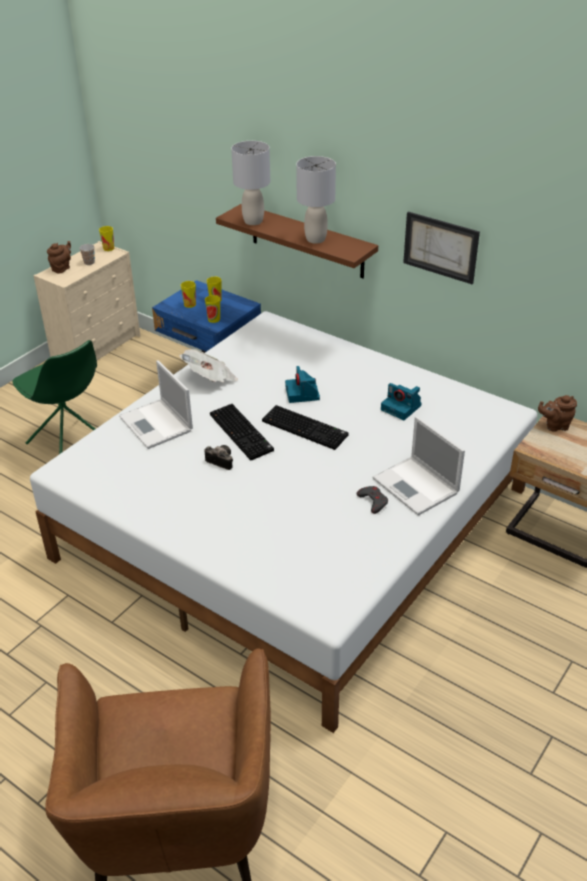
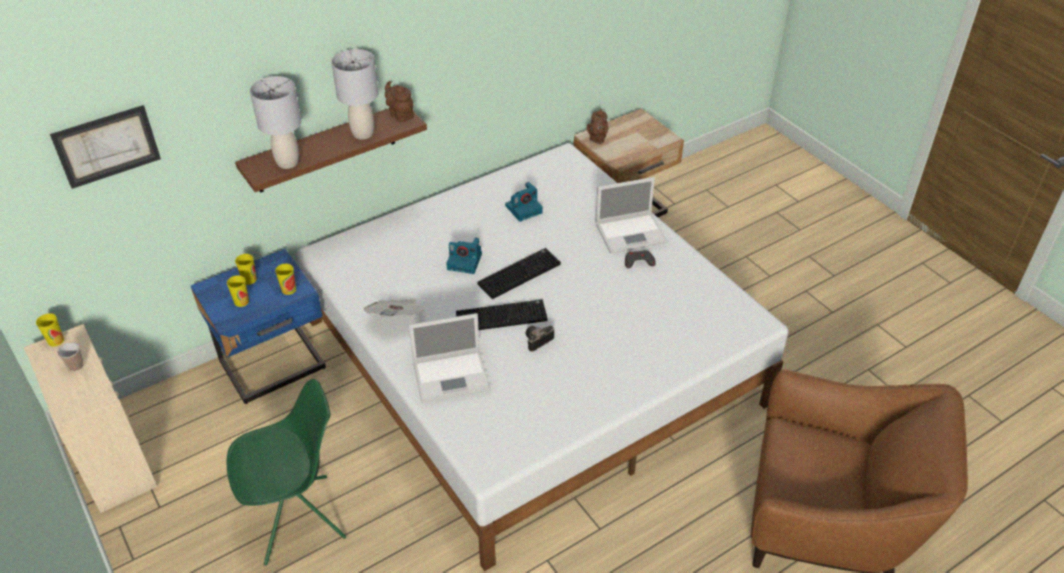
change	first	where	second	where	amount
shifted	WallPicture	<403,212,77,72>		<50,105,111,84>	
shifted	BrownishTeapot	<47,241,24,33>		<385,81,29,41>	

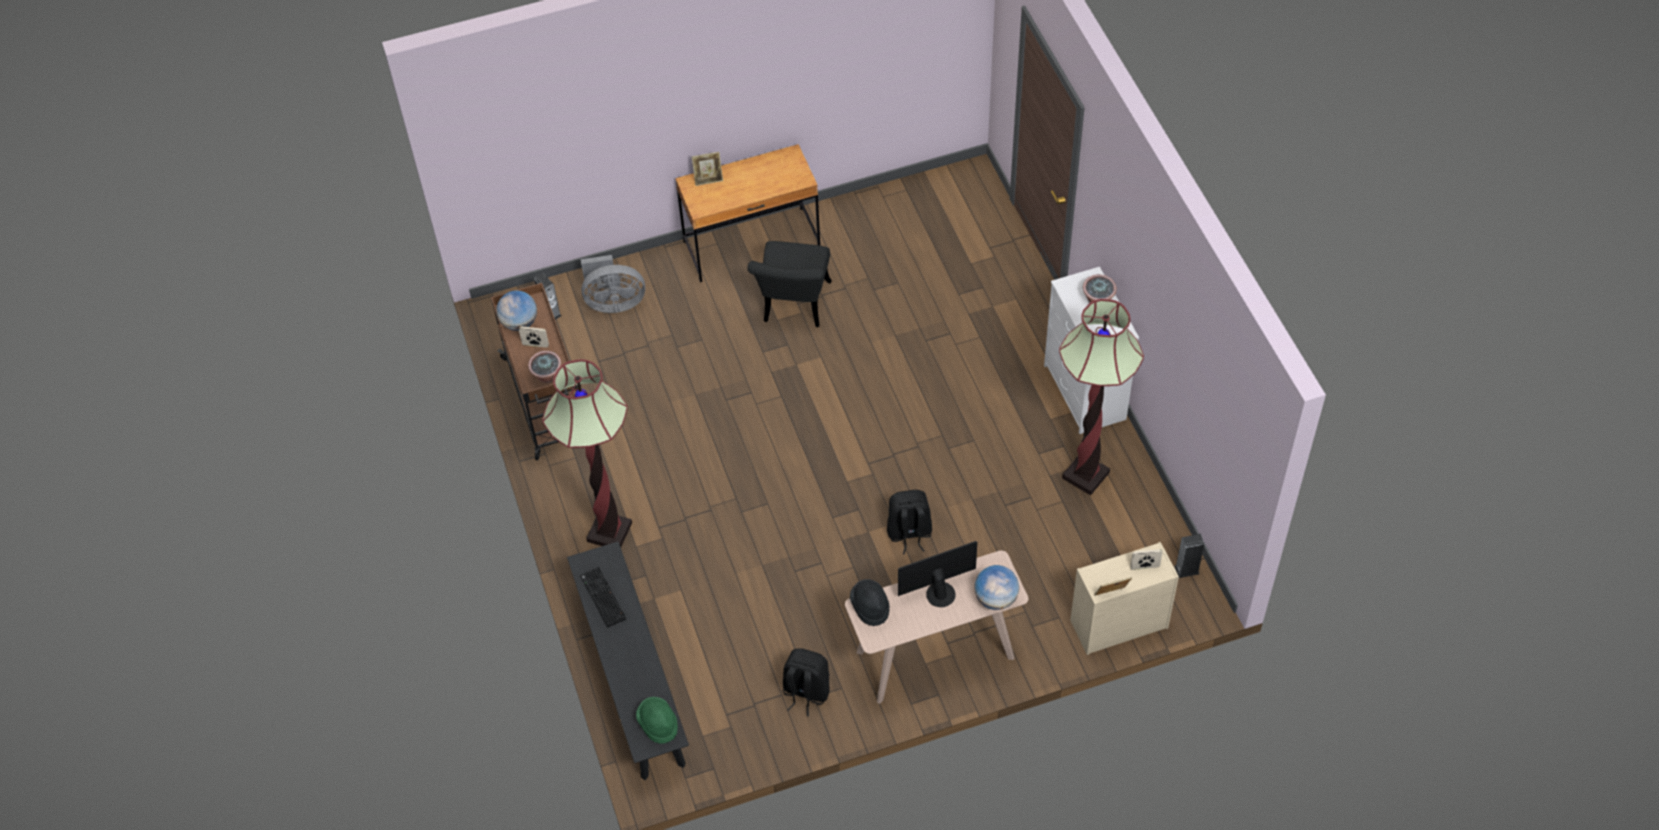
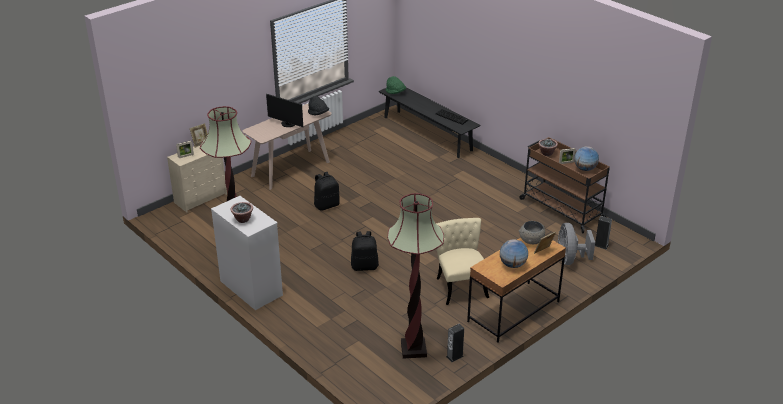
change	first	where	second	where	amount
repainted	BlackChair	<747,241,85,86>	BeigeChair	<436,218,53,87>	
rotated	GrayElectricFan	<581,255,64,58>		<558,223,37,42>	60 degrees counterclockwise
shifted	StandardLamp	<542,359,90,188>		<387,193,57,166>	
shifted	AudioSpeaker	<1174,534,30,44>		<446,324,18,38>	
rotated	Monitor	<898,541,79,66>		<266,94,37,33>	75 degrees clockwise
shifted	Globe	<974,565,45,45>		<500,239,28,29>	
shifted	BlackRucksack	<783,648,47,69>		<351,231,28,40>	
new			GrayDeepDish	<519,221,26,23>	

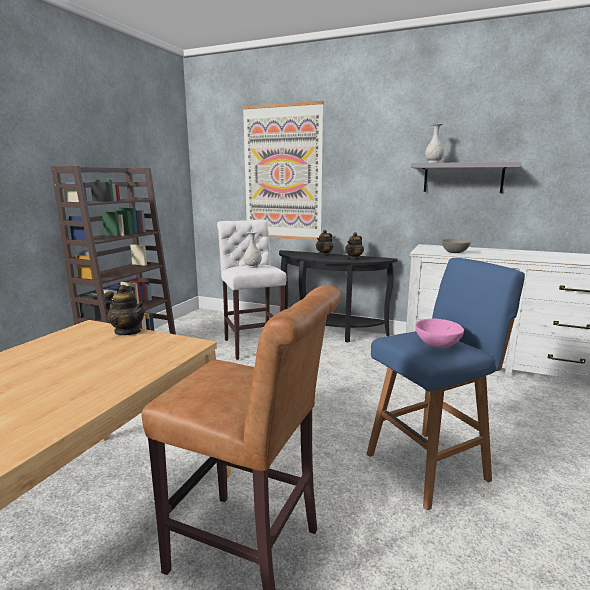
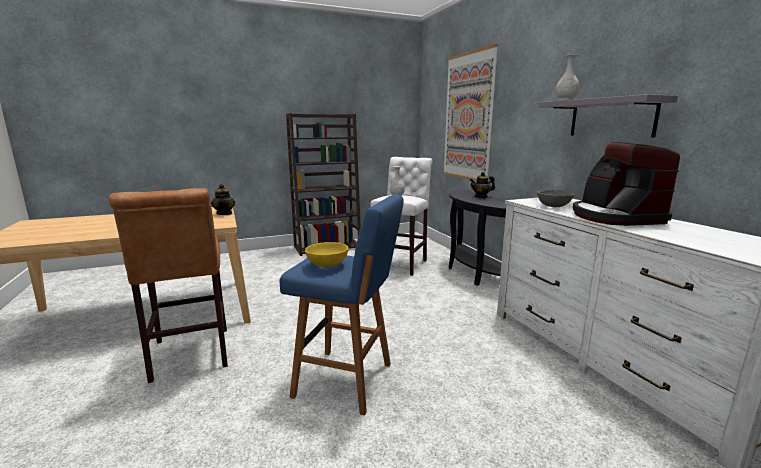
change	first	where	second	where	amount
gone	Teapot	<345,232,19,28>			
repainted	PinkishDeepDish	<415,318,49,30>	YellowDeepDish	<305,242,44,25>	
new			CoffeeMaker	<573,142,107,84>	

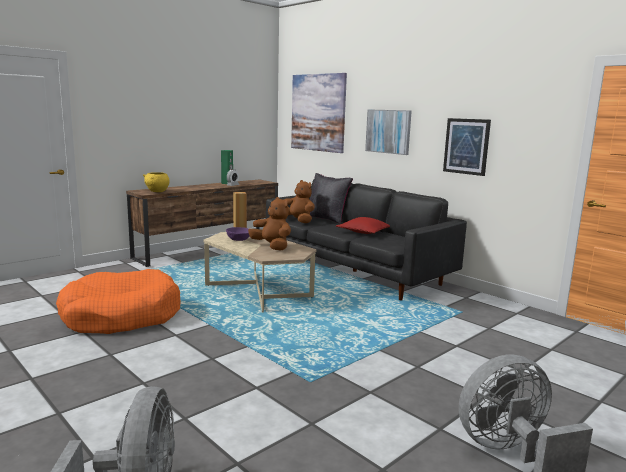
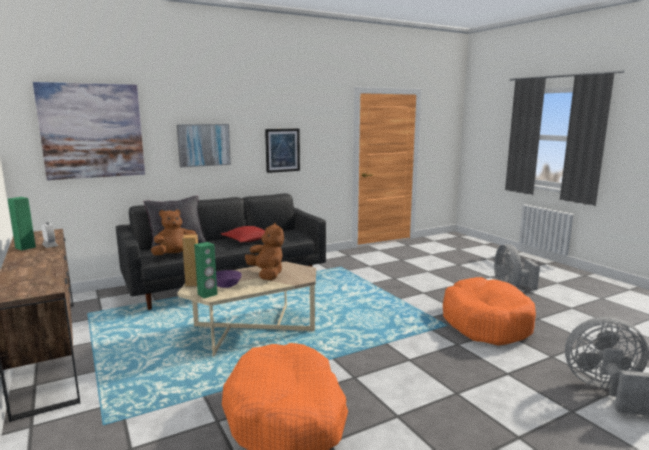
change	first	where	second	where	amount
gone	YellowDeepDish	<143,172,27,20>			
rotated	BrownishSoftToy	<248,197,43,53>		<245,223,39,57>	90 degrees clockwise
new			GreenAudioSpeaker	<194,242,23,56>	
new			OrangeyDogCushion	<443,277,93,69>	

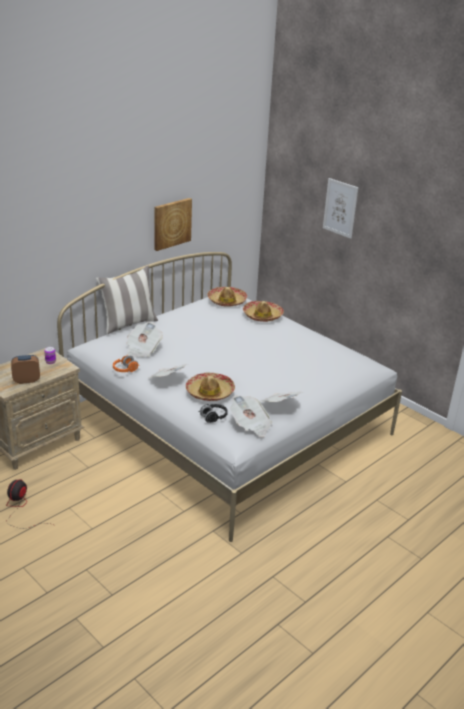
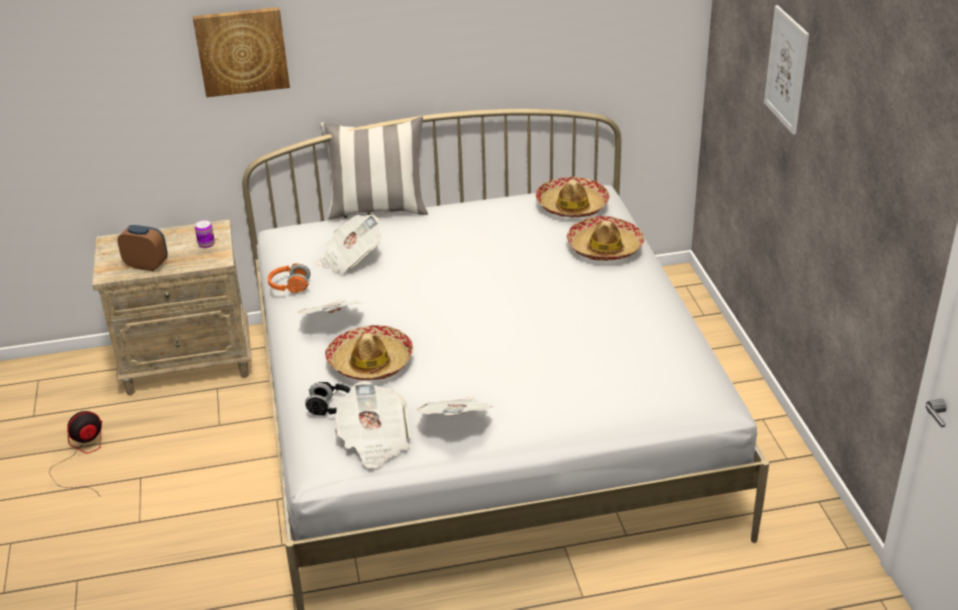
change	first	where	second	where	amount
shifted	WallPicture	<154,198,38,53>		<193,7,97,90>	

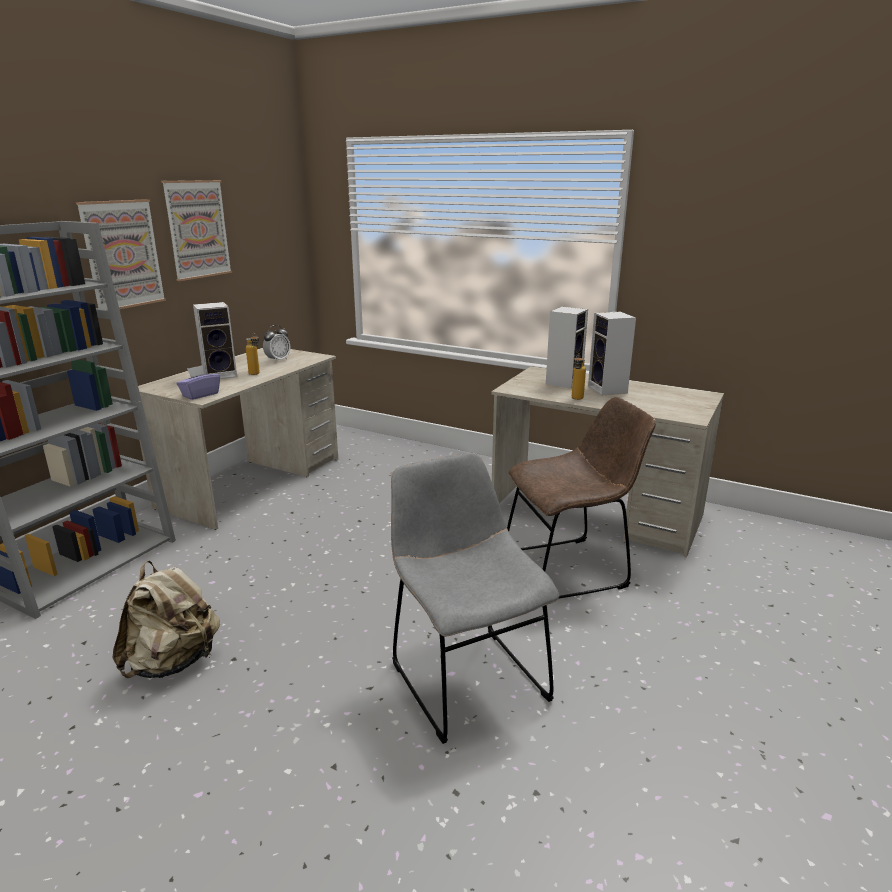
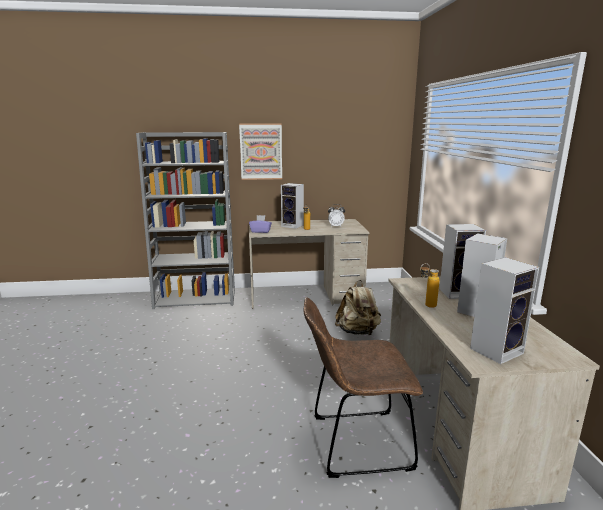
change	first	where	second	where	amount
gone	WallPicture	<161,180,71,101>			
rotated	BrownishChair	<507,397,149,201>		<304,297,119,181>	135 degrees clockwise
gone	GrayChair	<391,453,168,291>			
shifted	BeigeRucksack	<113,561,107,117>		<335,280,46,56>	
new			AudioSpeaker	<470,257,69,107>	

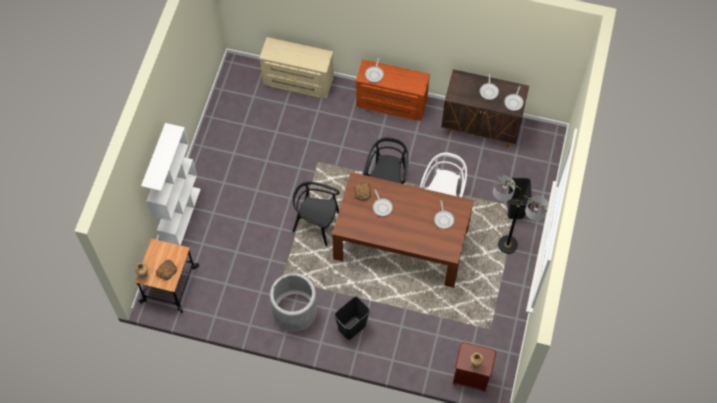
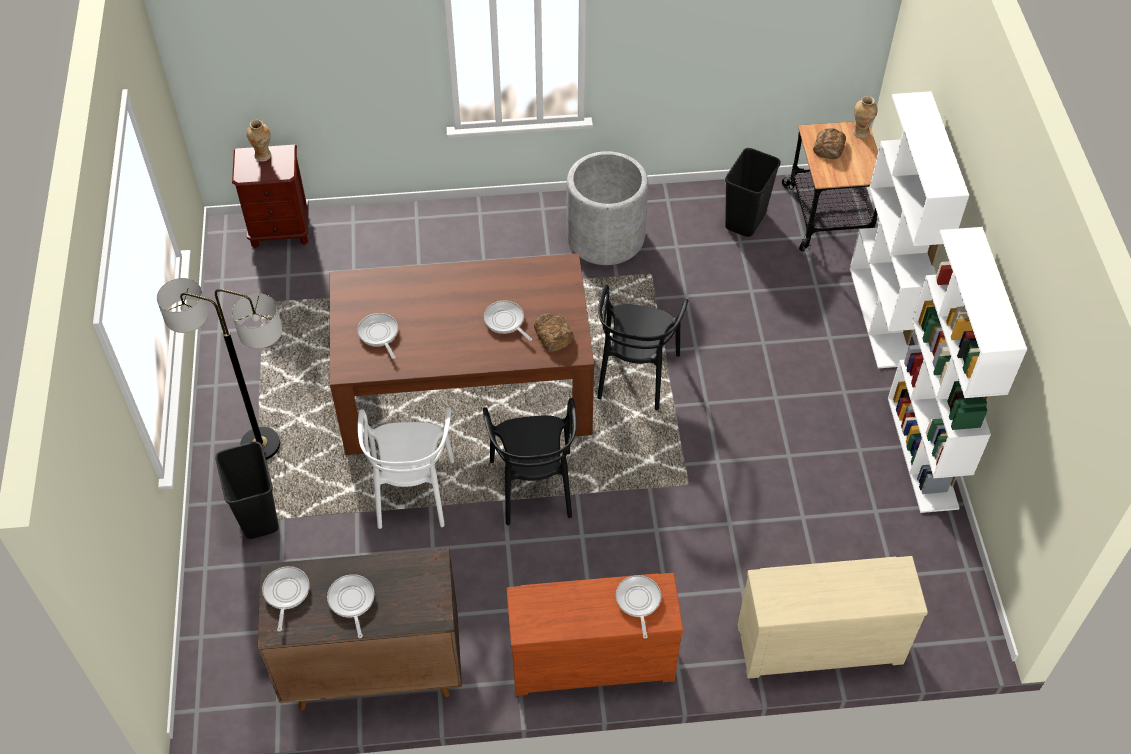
change	first	where	second	where	amount
rotated	BlackChair	<292,182,48,64>		<597,284,92,126>	105 degrees clockwise
shifted	BlackTrashCan	<334,296,36,44>		<725,148,56,89>	
new			WhiteColouredBookshelf	<888,227,139,286>	

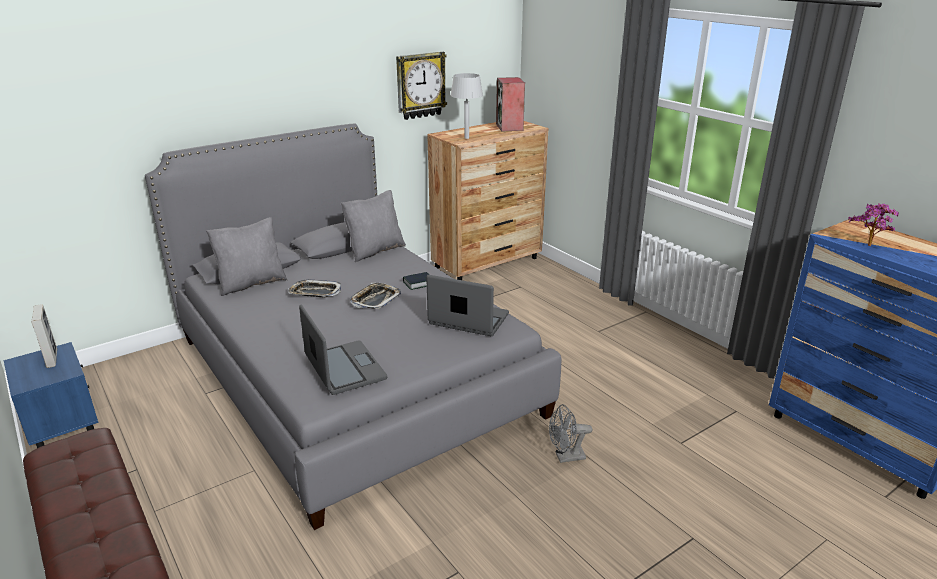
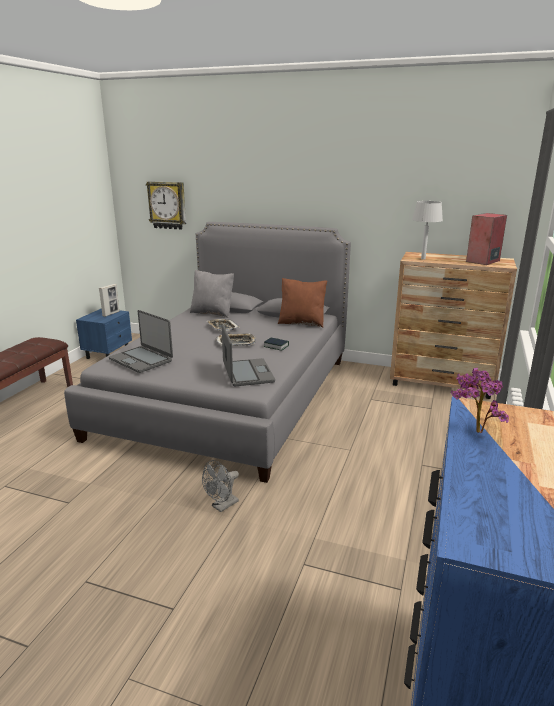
change	first	where	second	where	amount
shifted	HangingClock	<396,52,51,68>		<146,181,40,49>	
repainted	GrayThrowPillow	<341,190,65,72>	BrownishThrowPillow	<278,278,49,50>	
rotated	PortableComputer	<299,305,88,90>		<109,310,64,63>	105 degrees clockwise
rotated	GrayElectricFan	<549,404,43,59>		<202,460,37,52>	90 degrees counterclockwise

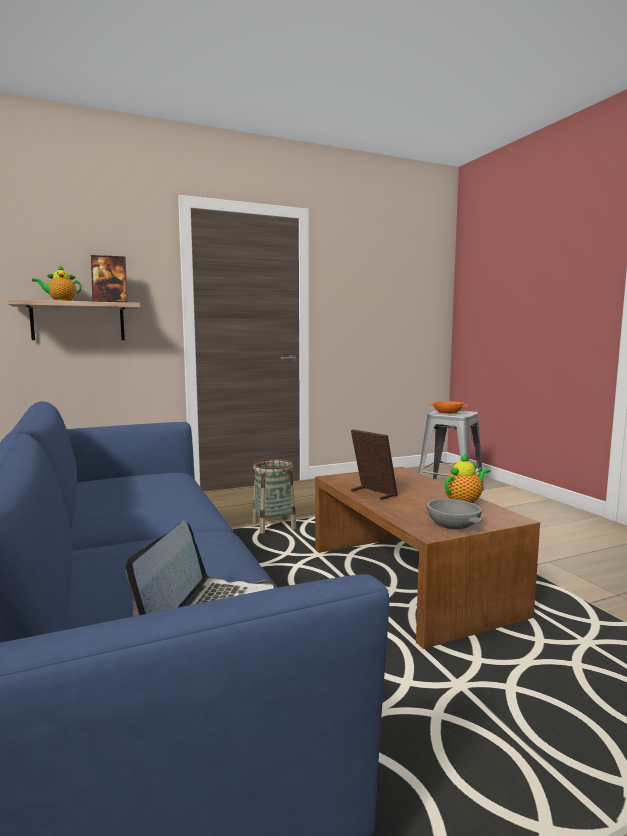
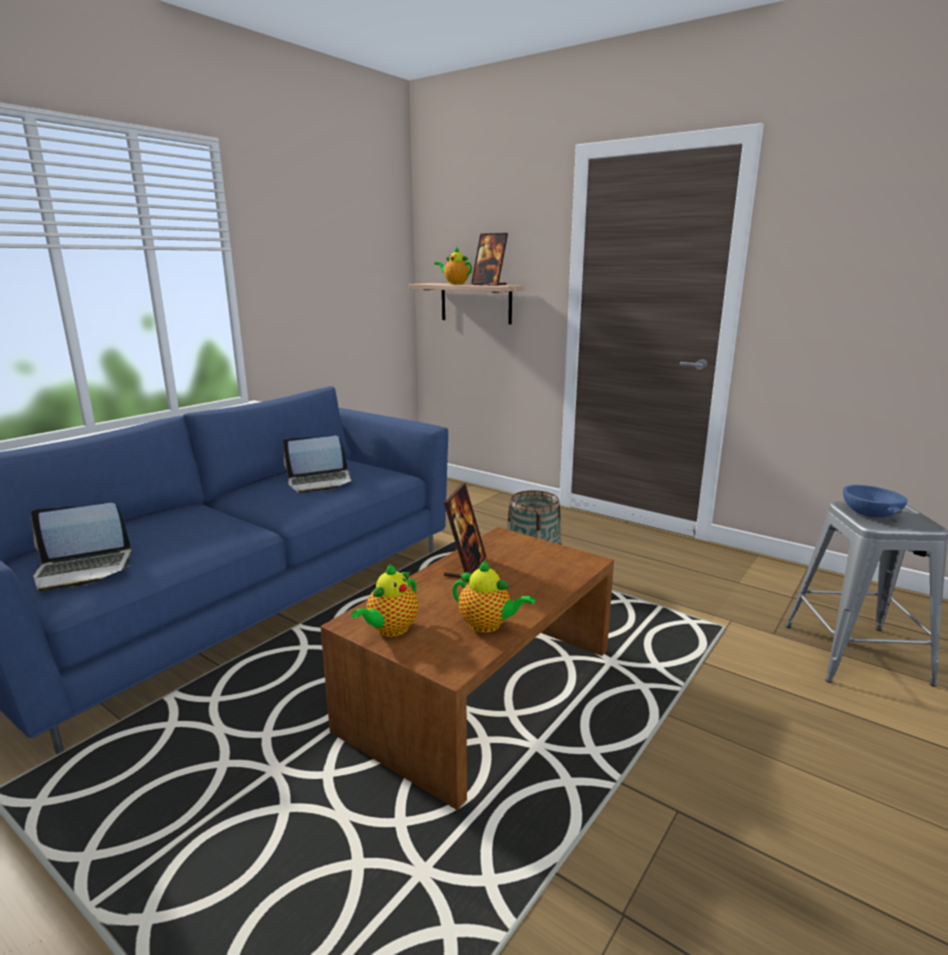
change	first	where	second	where	amount
repainted	OrangeyDeepDish	<428,401,42,13>	BlueColouredDeepDish	<843,485,65,33>	
swapped	GrayDeepDish	<426,499,57,30>	Teapot	<351,564,68,73>	
new			PortableComputer	<283,436,72,57>	

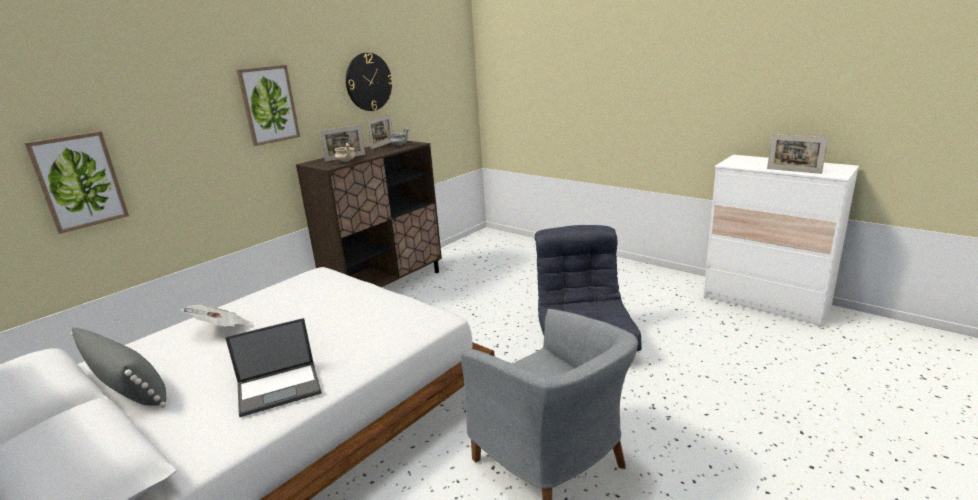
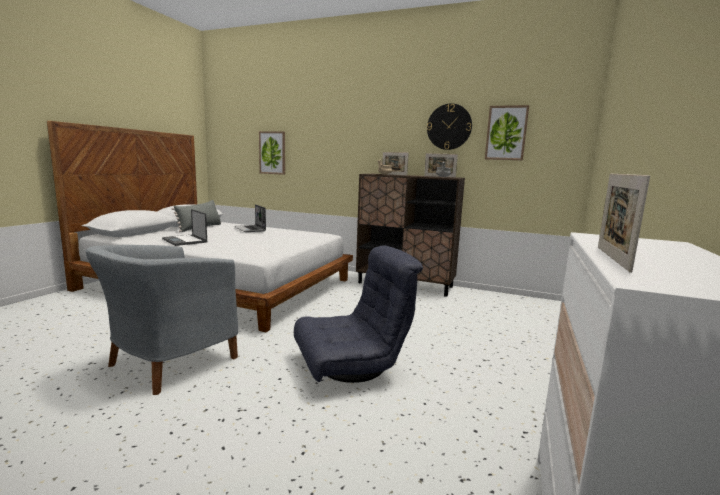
change	first	where	second	where	amount
shifted	WallPicture	<237,65,63,81>		<485,105,44,55>	
swapped	Newspaper	<180,304,71,23>	PortableComputer	<234,204,32,28>	

